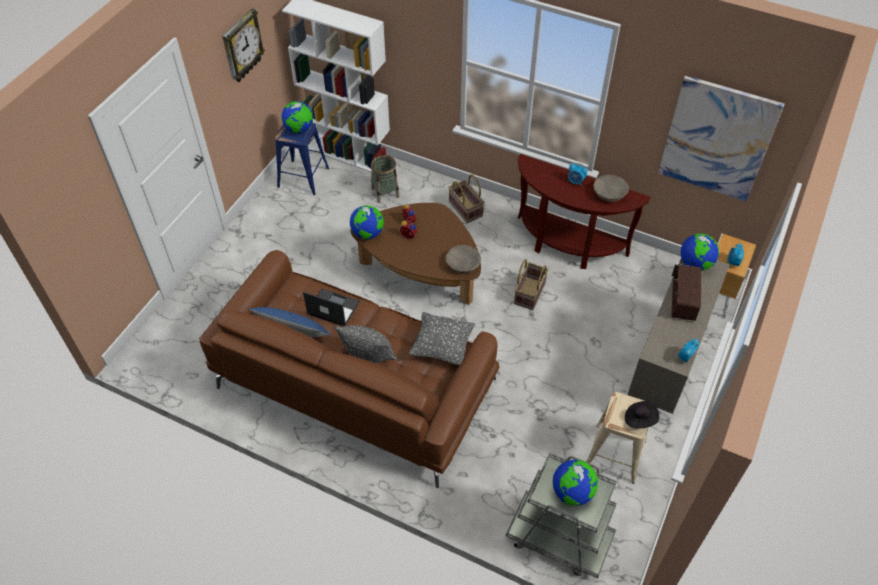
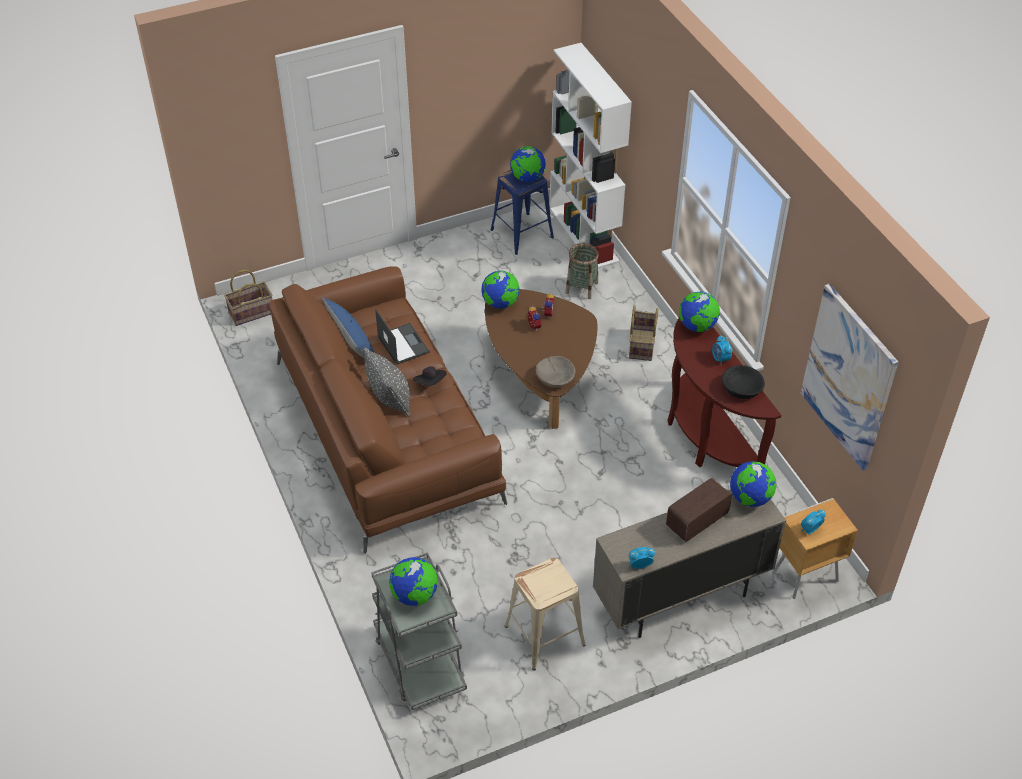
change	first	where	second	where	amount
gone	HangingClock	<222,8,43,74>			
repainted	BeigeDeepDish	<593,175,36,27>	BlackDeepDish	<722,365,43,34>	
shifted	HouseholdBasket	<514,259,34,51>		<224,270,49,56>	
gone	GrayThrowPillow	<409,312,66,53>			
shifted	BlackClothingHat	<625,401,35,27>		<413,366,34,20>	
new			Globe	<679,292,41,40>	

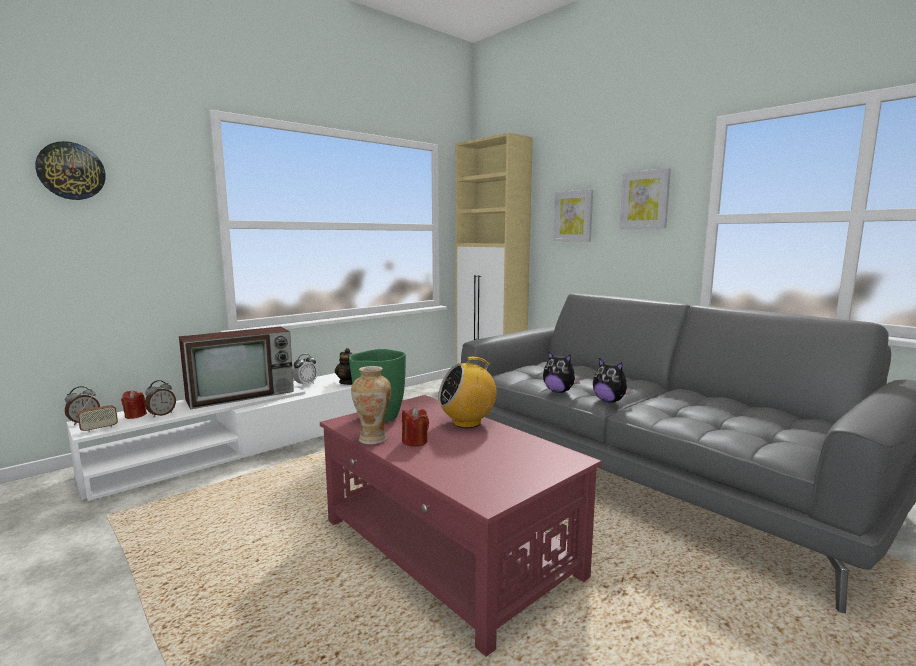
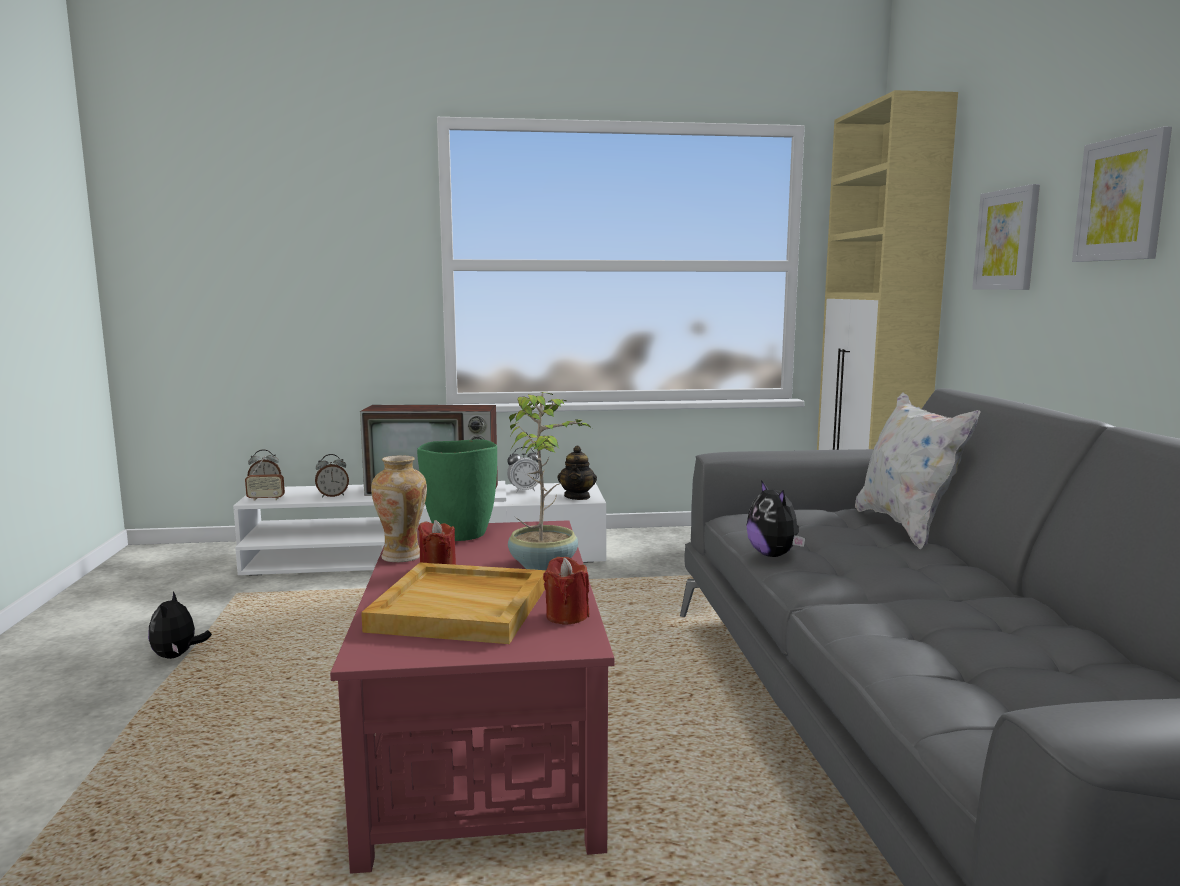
change	first	where	second	where	amount
gone	HangingClock	<35,141,70,59>			
swapped	RadioReceiver	<438,357,59,71>	PottedPlant	<508,392,84,178>	
shifted	SoftToy	<593,358,40,45>		<148,591,64,68>	
shifted	RedWaxLight	<121,390,26,29>		<543,557,46,68>	
new			WhiteColouredThrowPillow	<855,393,126,156>	
new			BeigeCarryingTray	<361,562,185,82>	

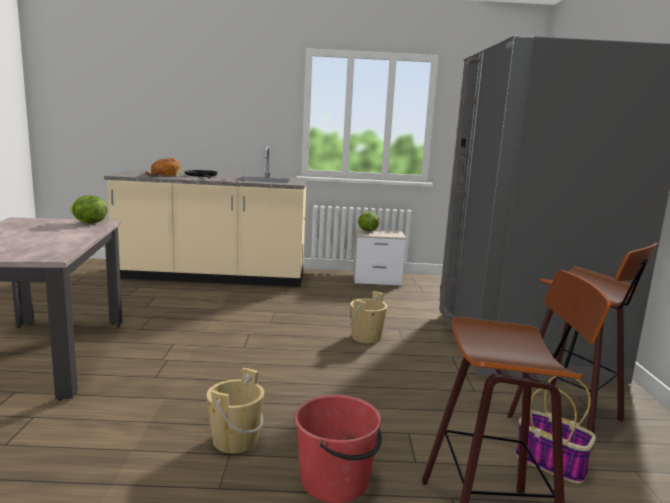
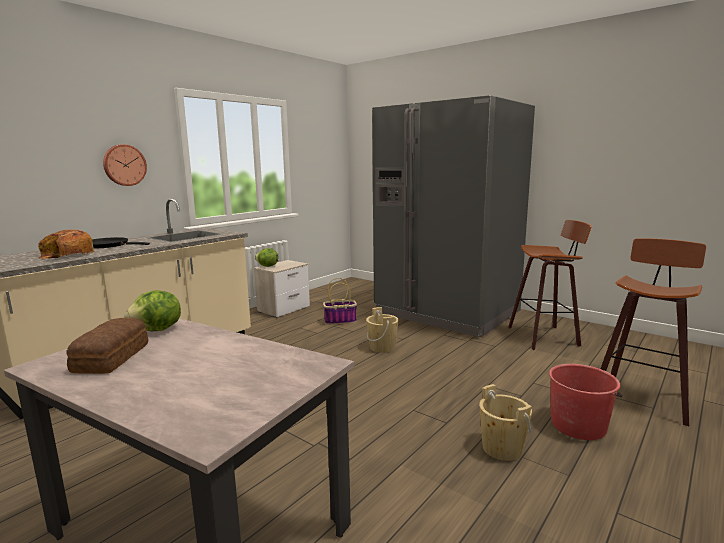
change	first	where	second	where	amount
shifted	HouseholdBasket	<516,376,80,108>		<323,278,34,47>	
new			HangingClock	<103,144,44,42>	
new			BakedBread	<66,317,82,57>	

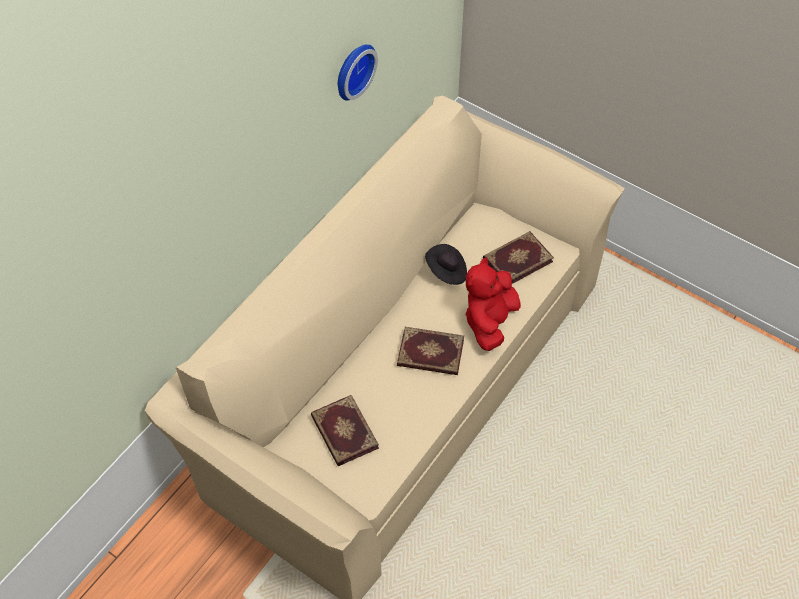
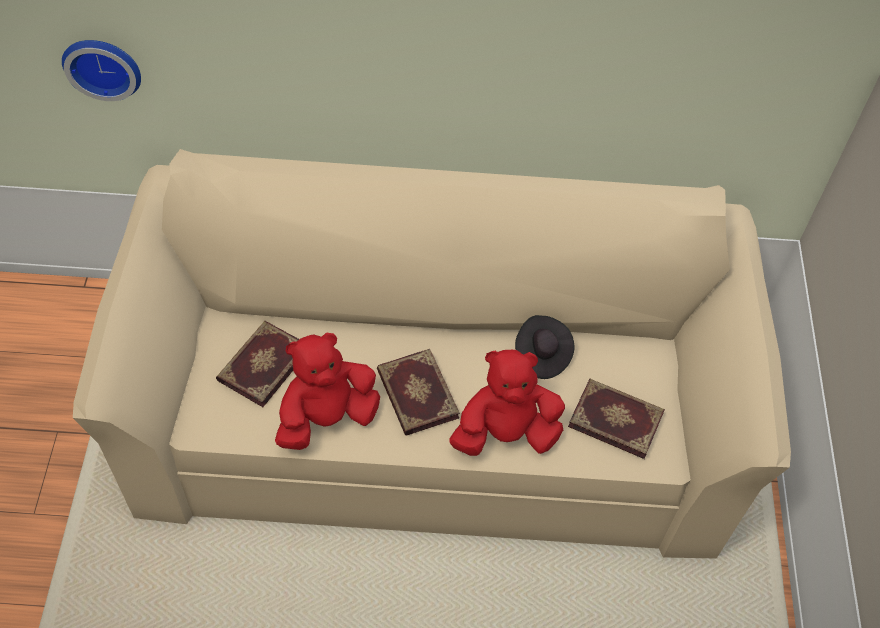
change	first	where	second	where	amount
shifted	HangingClock	<338,44,40,56>		<62,40,79,61>	
new			RedSoftToy	<275,332,105,118>	

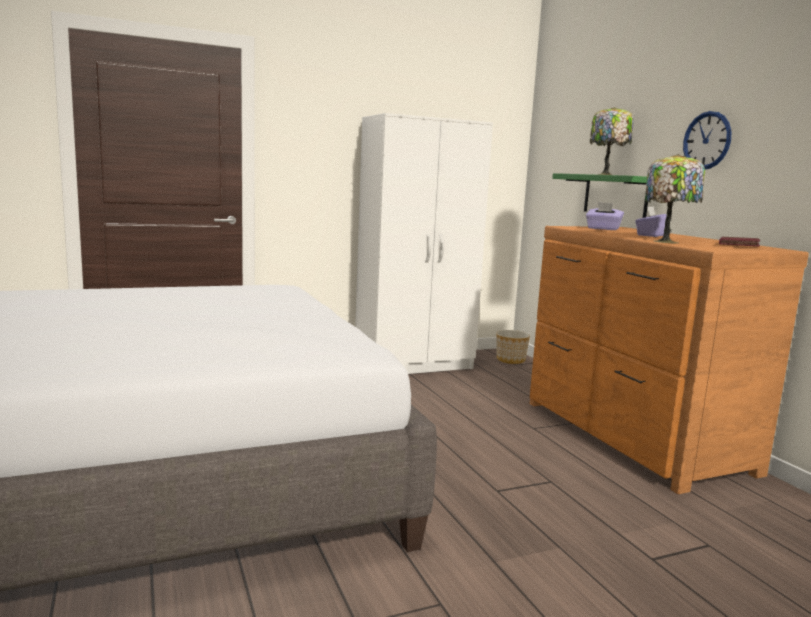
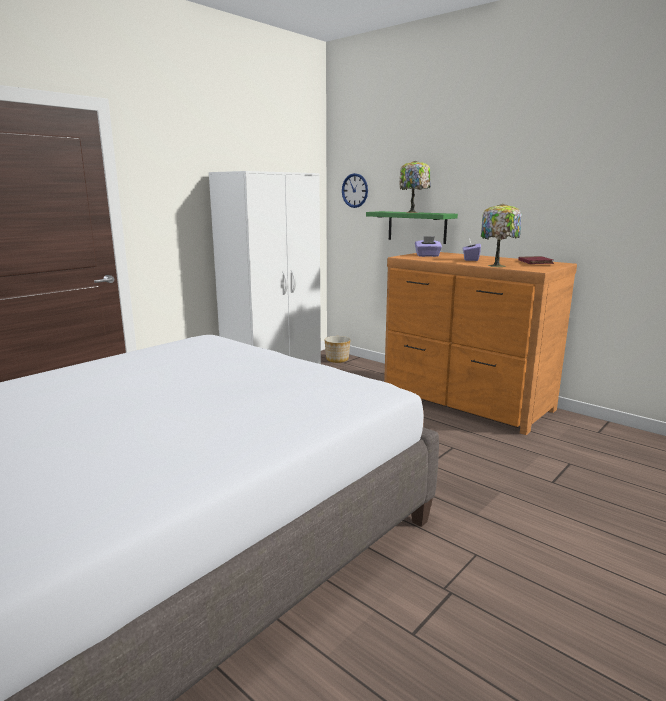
change	first	where	second	where	amount
shifted	HangingClock	<683,111,48,58>		<342,173,26,35>	

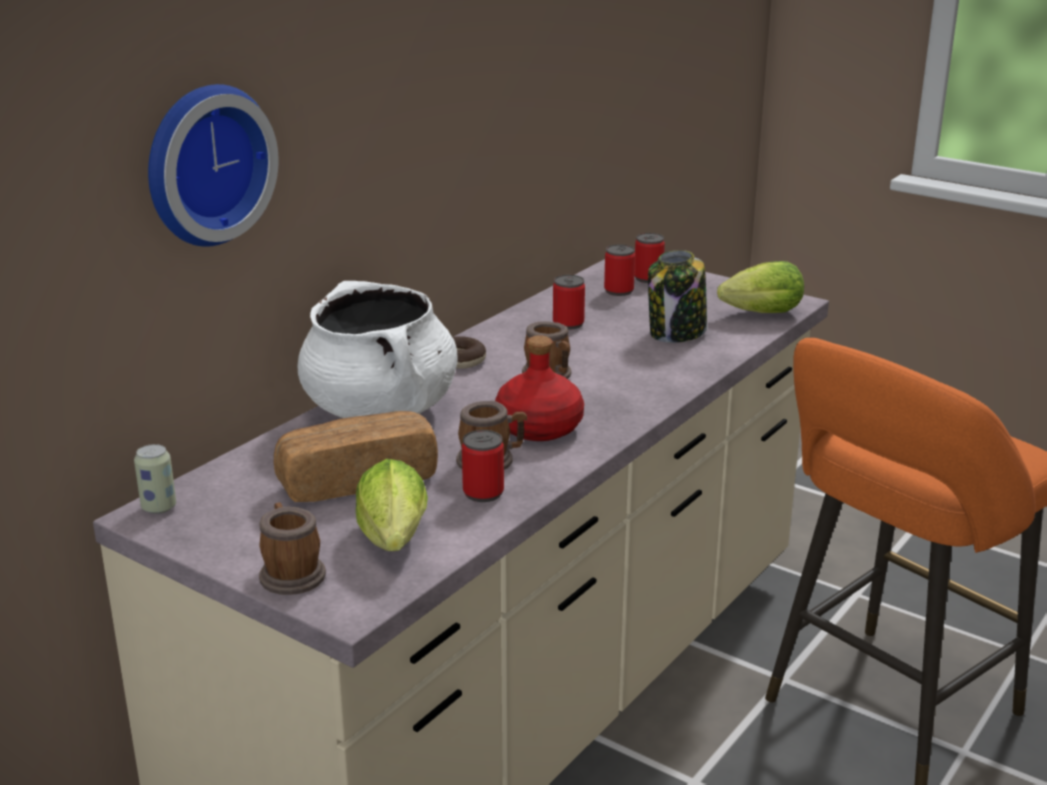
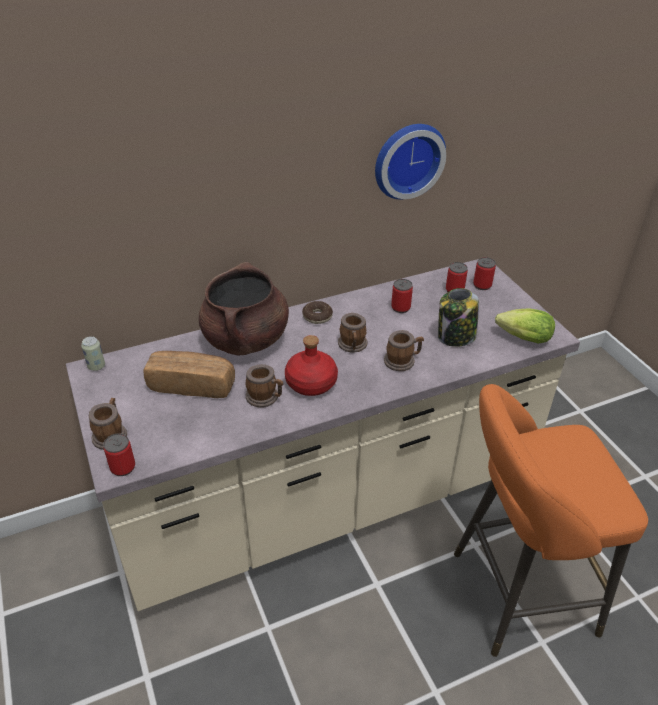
change	first	where	second	where	amount
shifted	HangingClock	<148,84,131,163>		<375,124,71,76>	
repainted	WhiteColouredSaucepot	<298,281,160,137>	BrownishSaucepot	<199,262,90,94>	
shifted	SealedCan	<462,430,42,72>		<103,433,32,43>	
gone	Lettuce	<356,459,72,92>			
new			TeaMug	<384,330,40,41>	

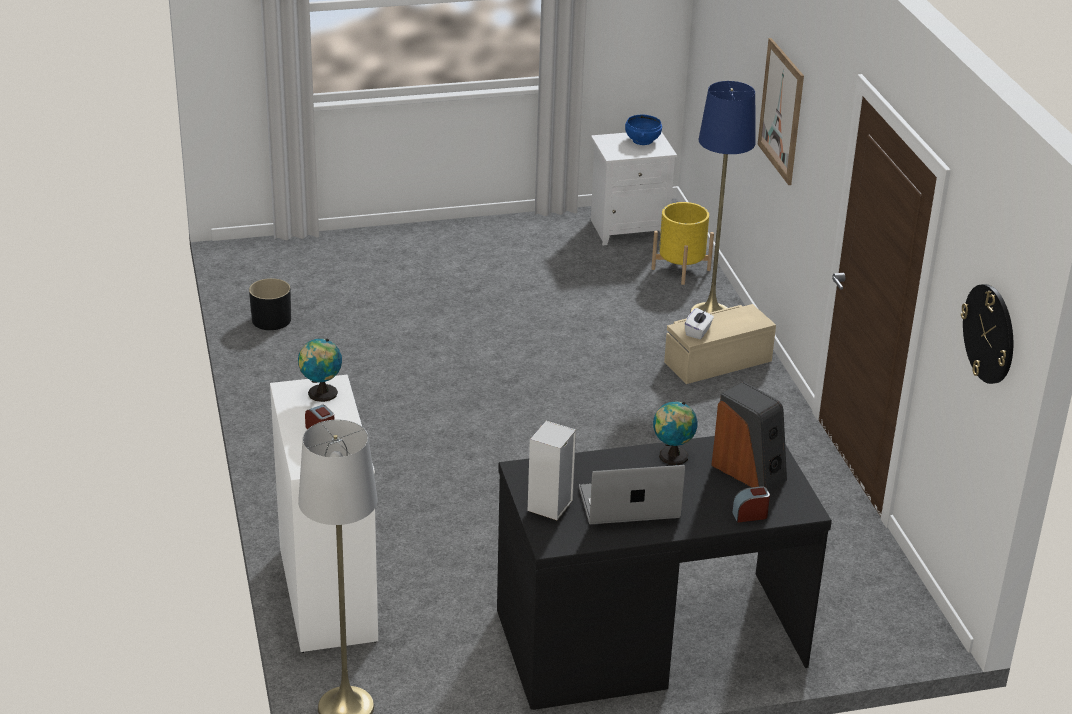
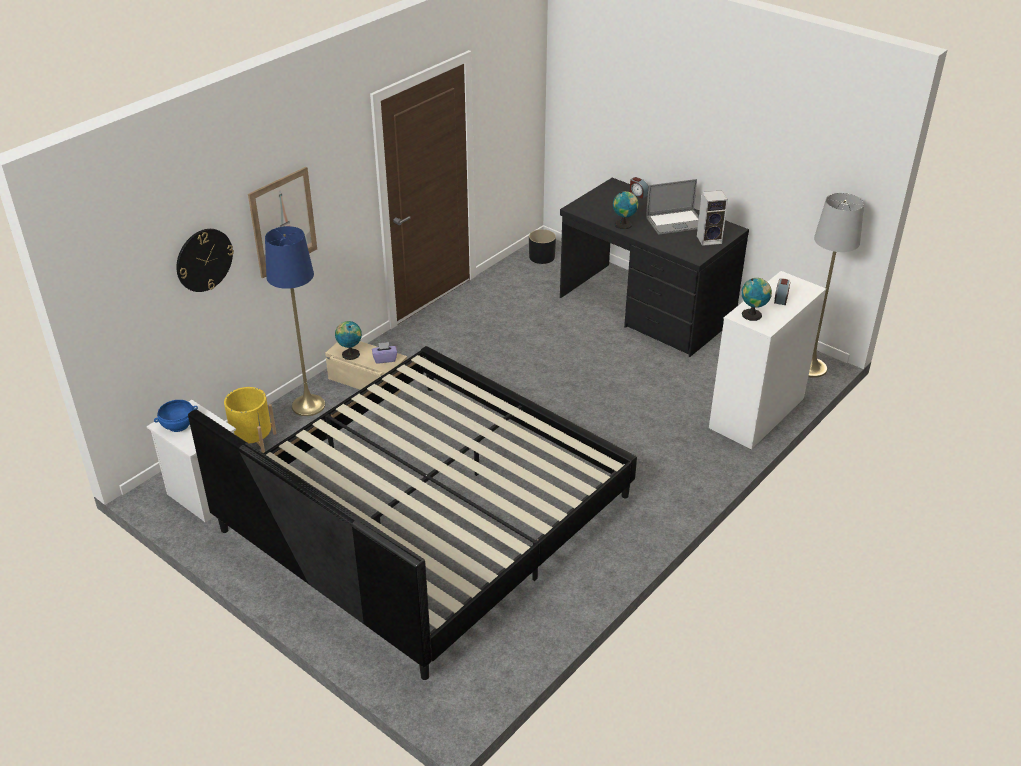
change	first	where	second	where	amount
shifted	BlackPlantPot	<249,278,42,52>		<529,229,27,35>	
shifted	HangingClock	<961,284,52,100>		<176,229,58,63>	
repainted	WhiteColouredTissueBox	<685,308,29,31>	PurplishTissueBox	<372,342,25,22>	
gone	AudioSpeaker	<711,381,76,111>			
rotated	PortableComputer	<579,465,106,59>		<646,179,53,56>	60 degrees counterclockwise
new			Globe	<335,321,27,39>	
new			Bed	<188,346,449,334>	

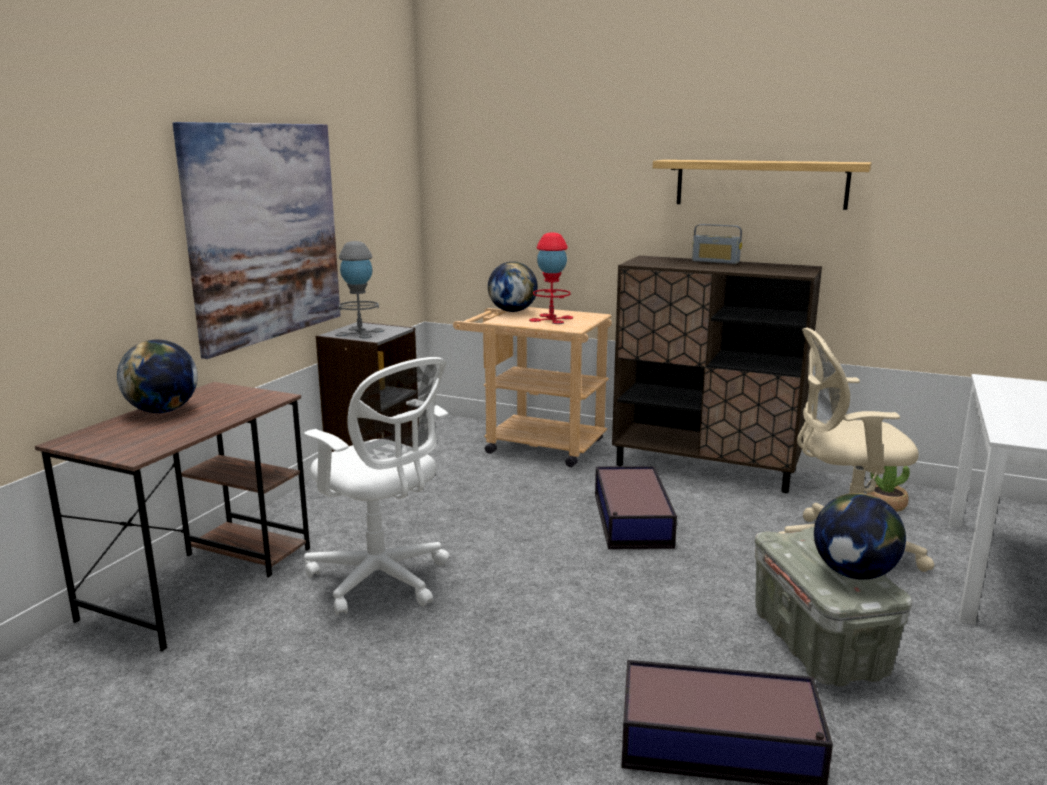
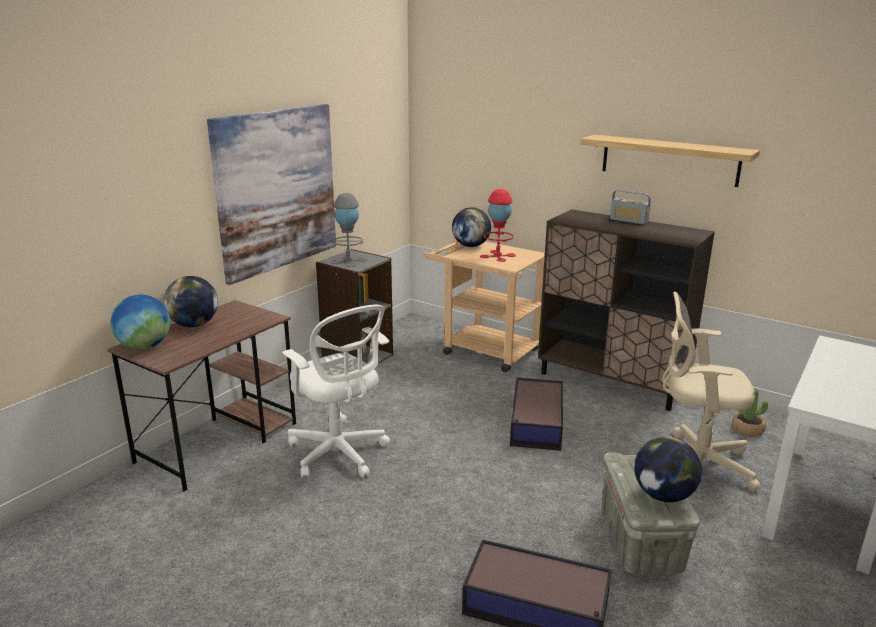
change	first	where	second	where	amount
new			Globe	<111,295,59,55>	

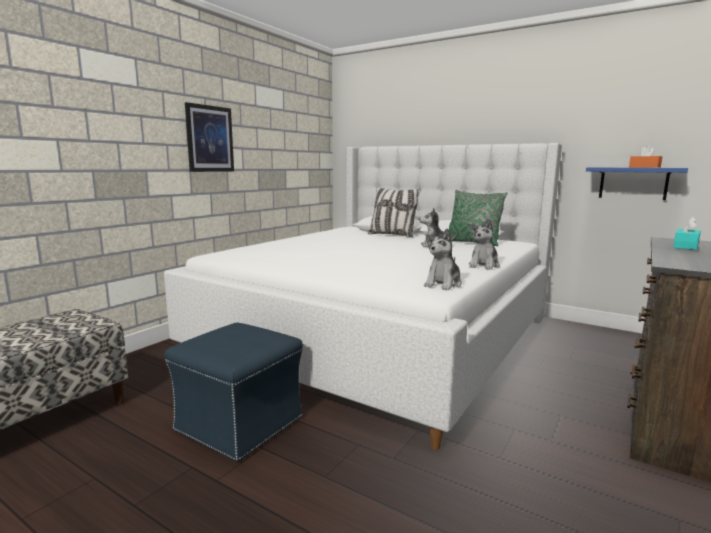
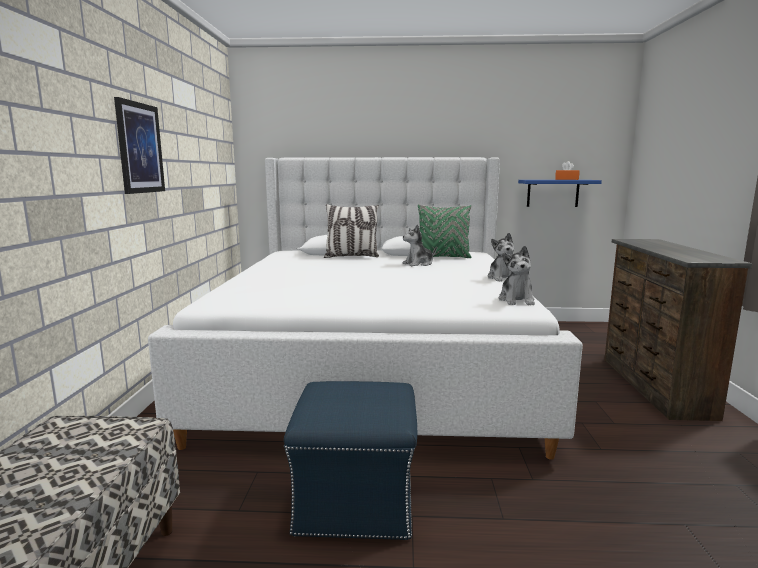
change	first	where	second	where	amount
gone	TurquoiseTissueBox	<673,217,28,33>			

